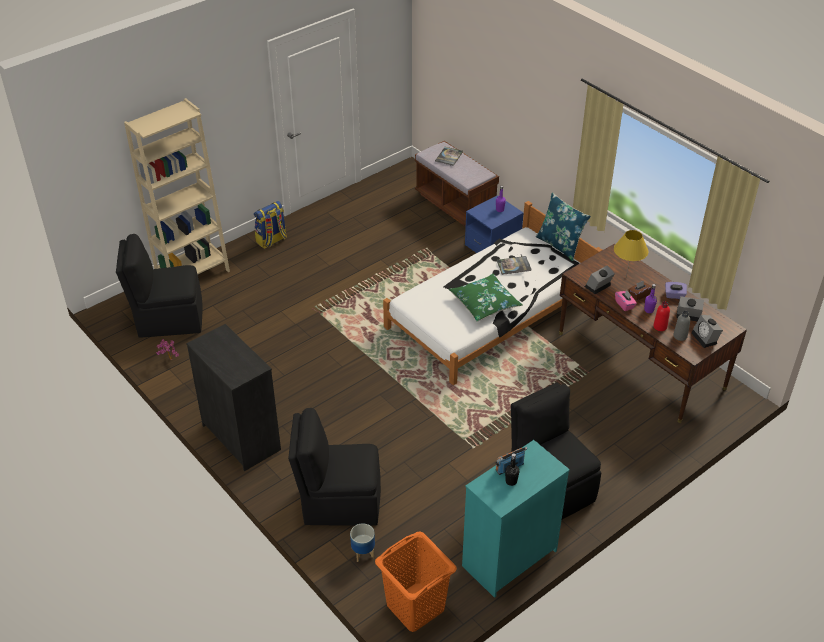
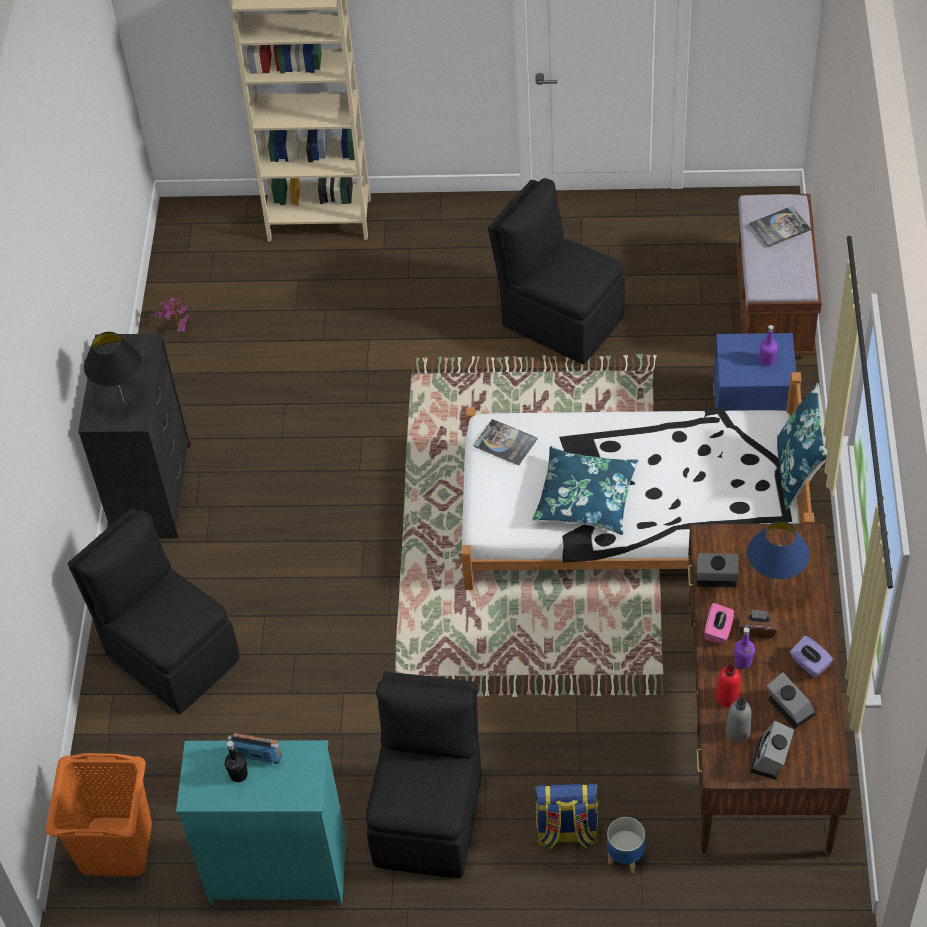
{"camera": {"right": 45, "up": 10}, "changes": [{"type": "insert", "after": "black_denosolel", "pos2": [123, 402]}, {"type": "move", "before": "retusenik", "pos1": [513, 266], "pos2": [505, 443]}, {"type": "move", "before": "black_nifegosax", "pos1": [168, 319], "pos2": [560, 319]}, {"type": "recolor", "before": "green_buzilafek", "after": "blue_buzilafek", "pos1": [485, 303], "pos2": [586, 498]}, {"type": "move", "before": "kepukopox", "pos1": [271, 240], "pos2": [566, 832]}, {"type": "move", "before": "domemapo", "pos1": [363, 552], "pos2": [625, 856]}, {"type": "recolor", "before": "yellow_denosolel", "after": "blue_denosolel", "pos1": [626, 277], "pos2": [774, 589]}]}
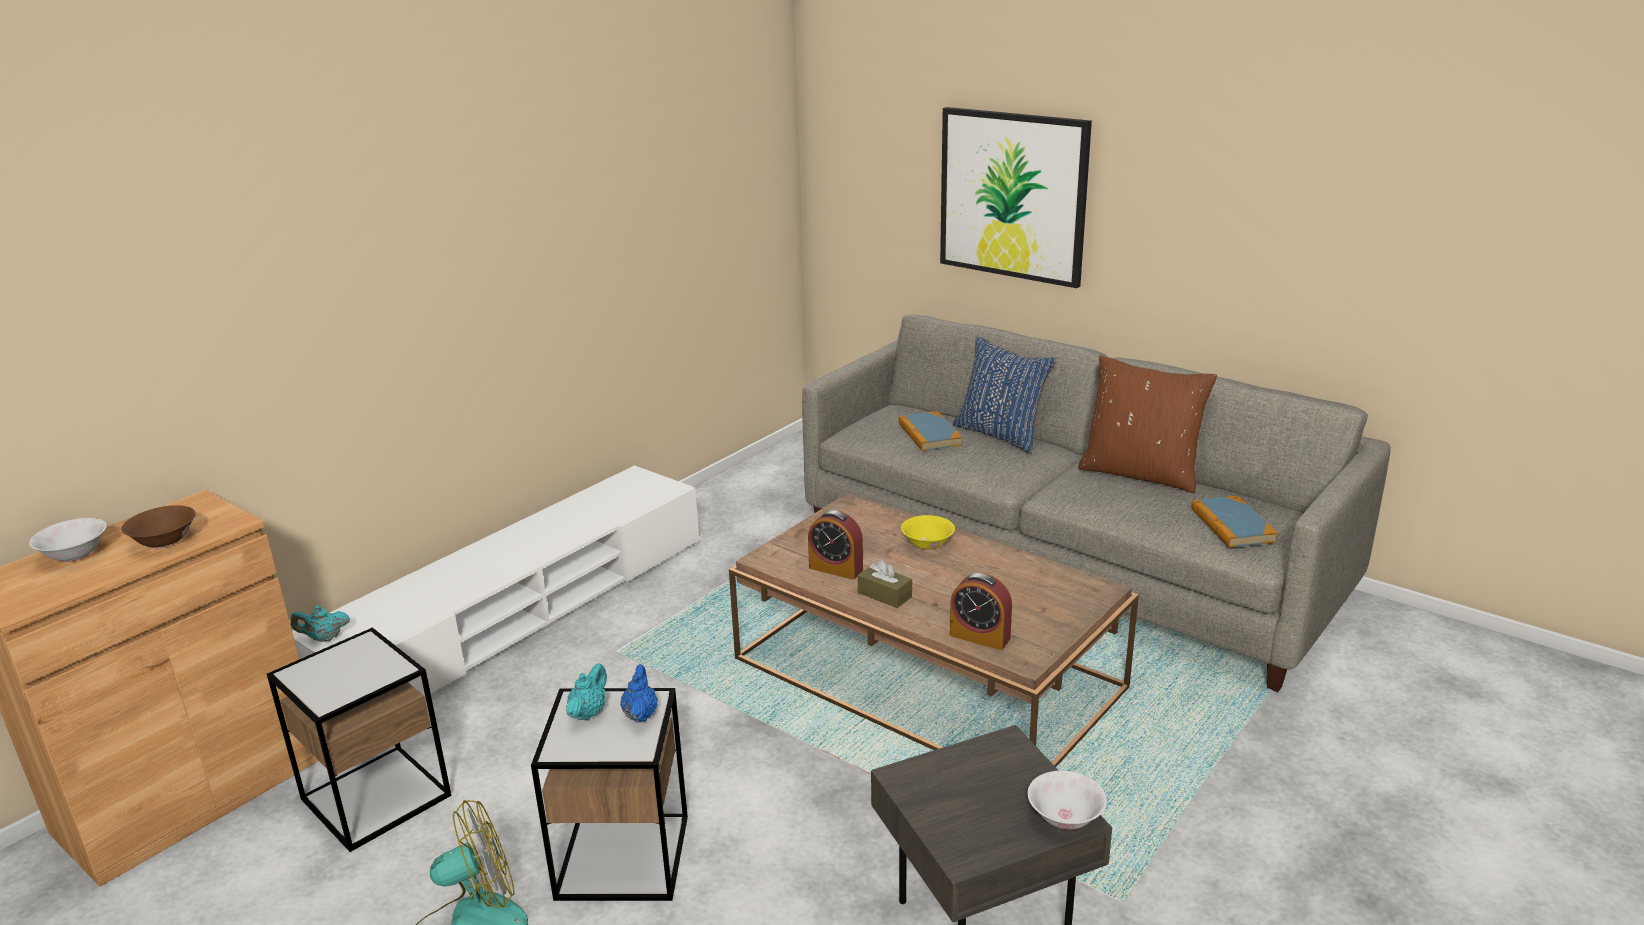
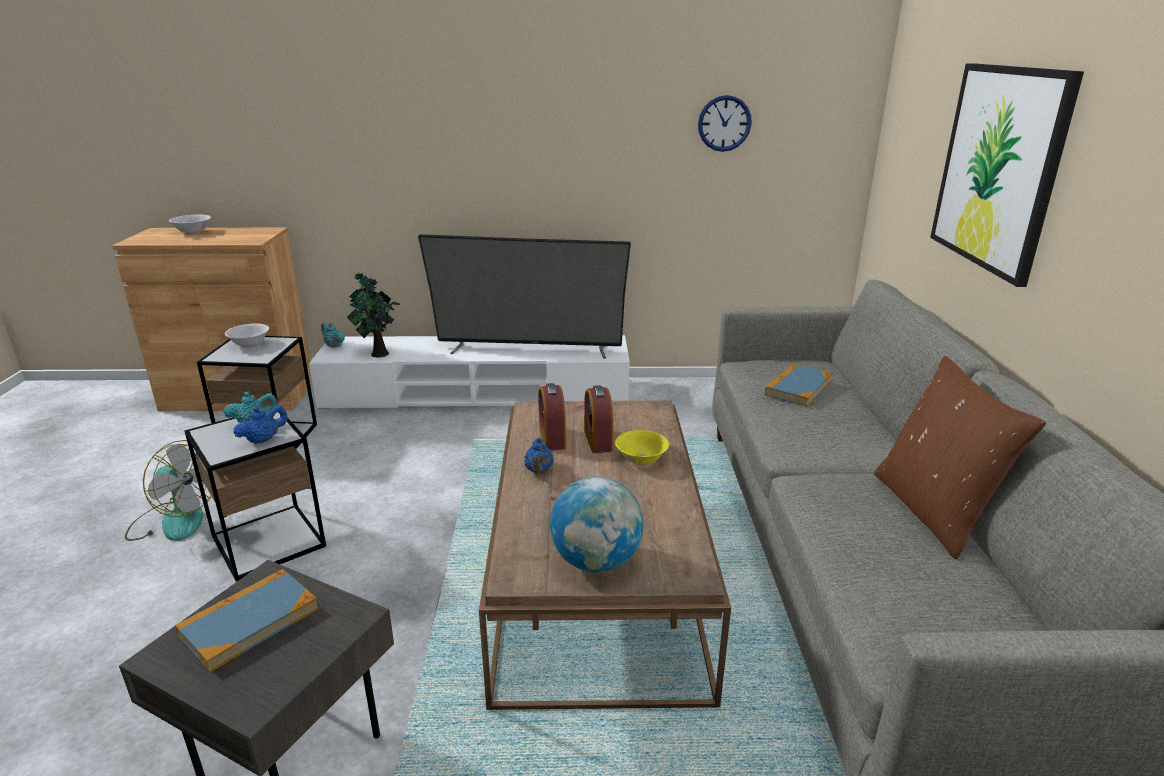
{"camera": {"right": 50, "up": 0}, "changes": [{"type": "move", "before": "retusenik", "pos1": [1232, 525], "pos2": [249, 622]}, {"type": "move", "before": "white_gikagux", "pos1": [1065, 818], "pos2": [250, 344]}, {"type": "insert", "after": "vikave", "pos2": [378, 354]}, {"type": "insert", "after": "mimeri", "pos2": [529, 349]}, {"type": "replace", "before": "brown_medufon", "after": "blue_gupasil", "pos1": [884, 595], "pos2": [539, 471]}, {"type": "insert", "after": "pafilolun", "pos2": [596, 561]}, {"type": "move", "before": "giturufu", "pos1": [980, 636], "pos2": [598, 440]}, {"type": "insert", "after": "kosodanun", "pos2": [724, 123]}, {"type": "delete", "before": "brown_gikagux", "pos1": [165, 542]}, {"type": "delete", "before": "blue_buzilafek", "pos1": [1001, 434]}]}
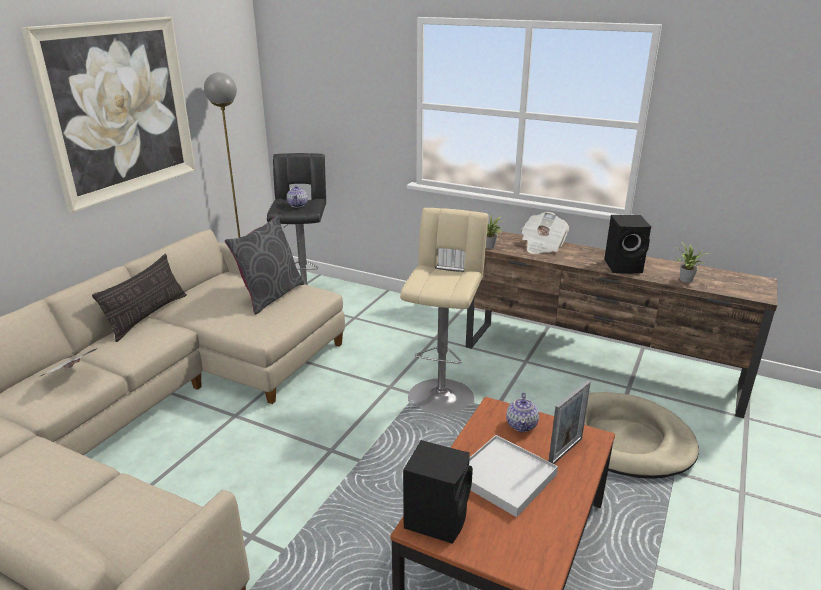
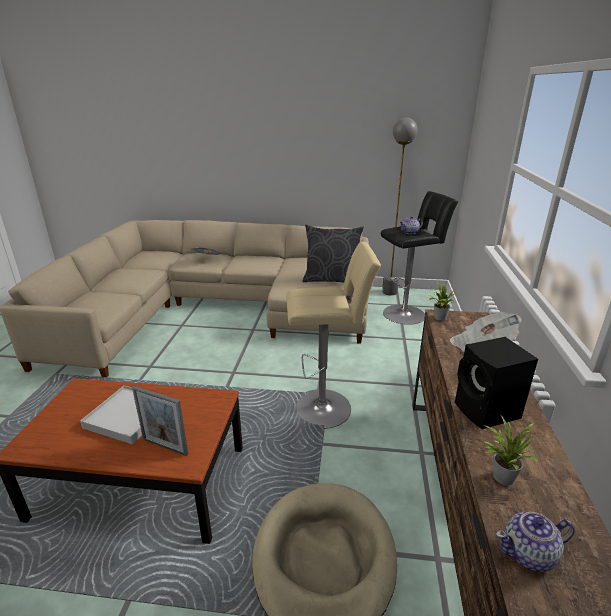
{"camera": {"right": 70, "up": 0}, "changes": [{"type": "move", "before": "gupasil", "pos1": [522, 425], "pos2": [529, 554]}, {"type": "delete", "before": "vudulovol", "pos1": [119, 109]}, {"type": "delete", "before": "buzilafek", "pos1": [148, 316]}, {"type": "delete", "before": "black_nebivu", "pos1": [437, 518]}]}
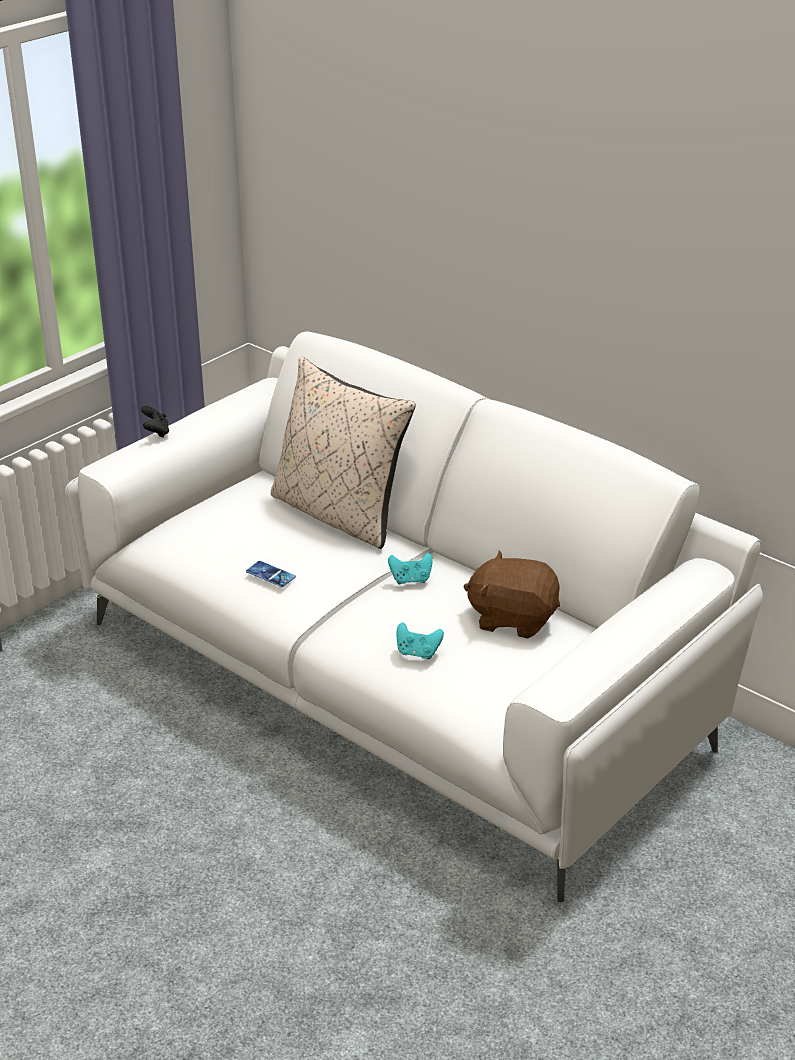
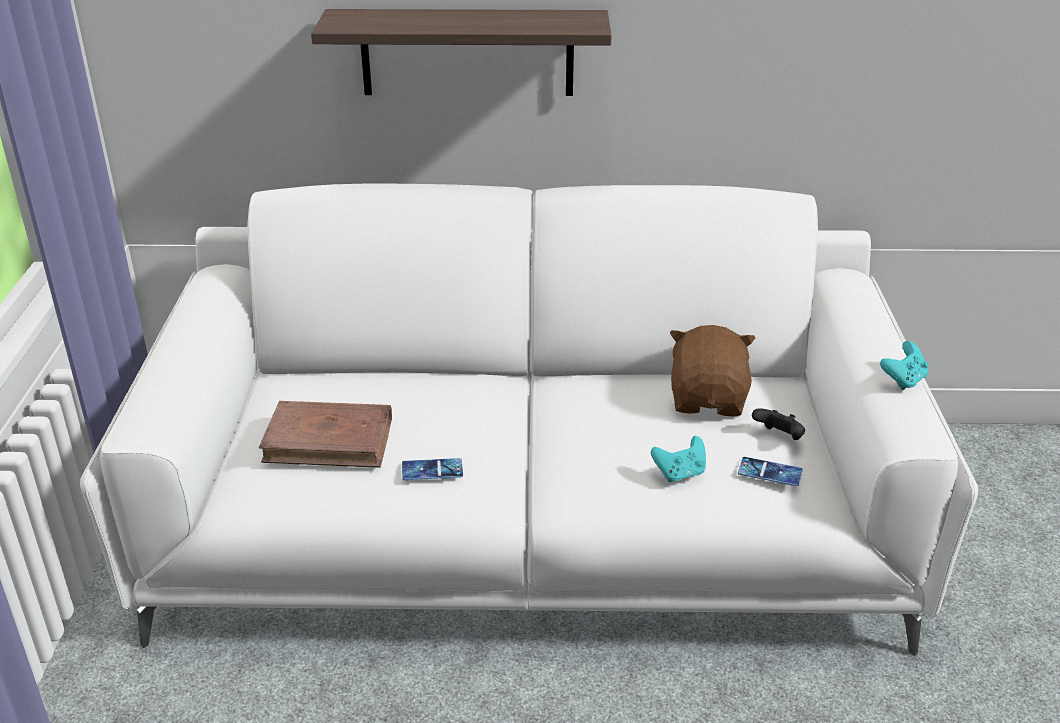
{"camera": {"right": -40, "up": 0}, "changes": [{"type": "insert", "after": "brown_retusenik", "pos2": [329, 440]}, {"type": "insert", "after": "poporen", "pos2": [467, 52]}, {"type": "rotate", "before": "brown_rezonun", "pos1": [513, 618], "pos2": [708, 400], "turn": 120}, {"type": "insert", "after": "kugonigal", "pos2": [770, 472]}, {"type": "move", "before": "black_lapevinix", "pos1": [156, 432], "pos2": [779, 437]}, {"type": "move", "before": "turquoise_lapevinix", "pos1": [411, 580], "pos2": [903, 380]}, {"type": "delete", "before": "beige_buzilafek", "pos1": [339, 514]}]}
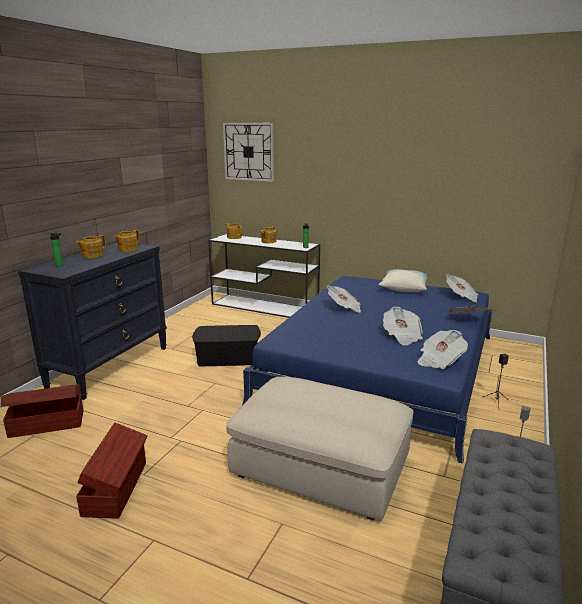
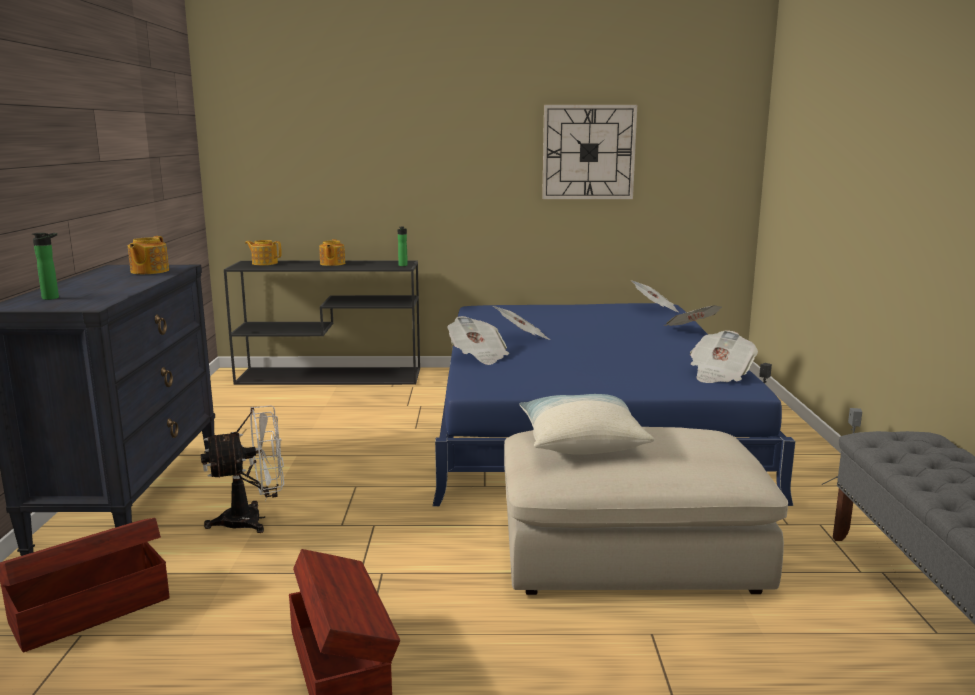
{"camera": {"right": -25, "up": -5}, "changes": [{"type": "insert", "after": "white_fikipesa", "pos2": [253, 520]}, {"type": "recolor", "before": "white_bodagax", "after": "black_bodagax", "pos1": [265, 307], "pos2": [331, 376]}, {"type": "move", "before": "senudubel", "pos1": [402, 336], "pos2": [478, 356]}, {"type": "move", "before": "buzilafek", "pos1": [404, 288], "pos2": [581, 442]}, {"type": "move", "before": "kosodanun", "pos1": [249, 152], "pos2": [588, 152]}, {"type": "delete", "before": "gupasil", "pos1": [92, 255]}, {"type": "delete", "before": "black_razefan", "pos1": [227, 358]}]}
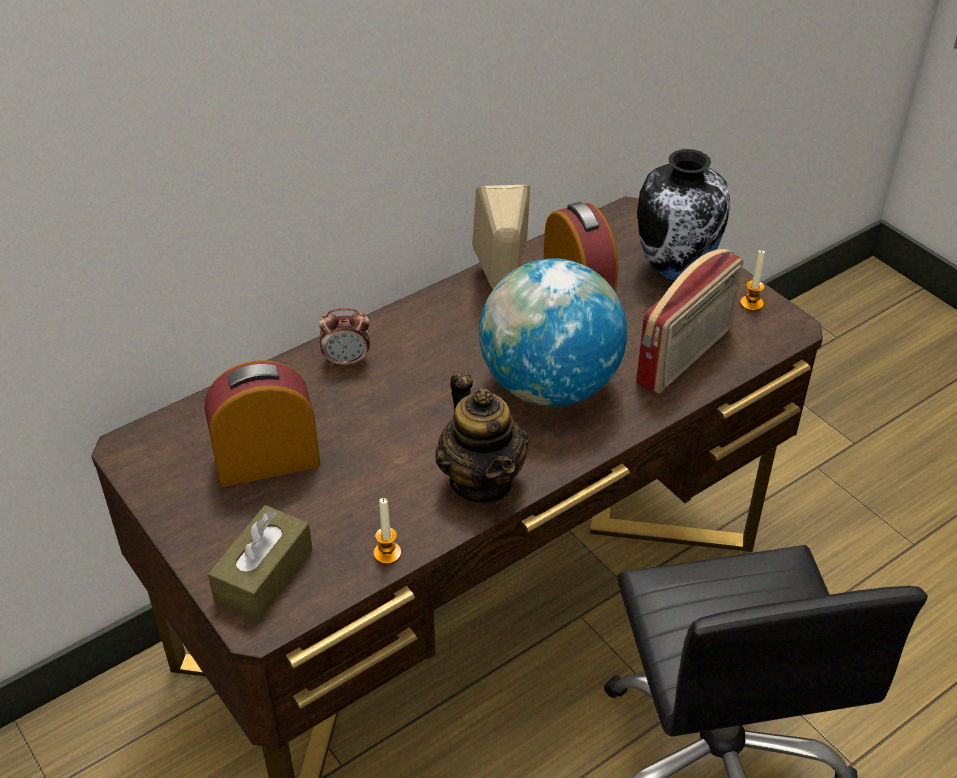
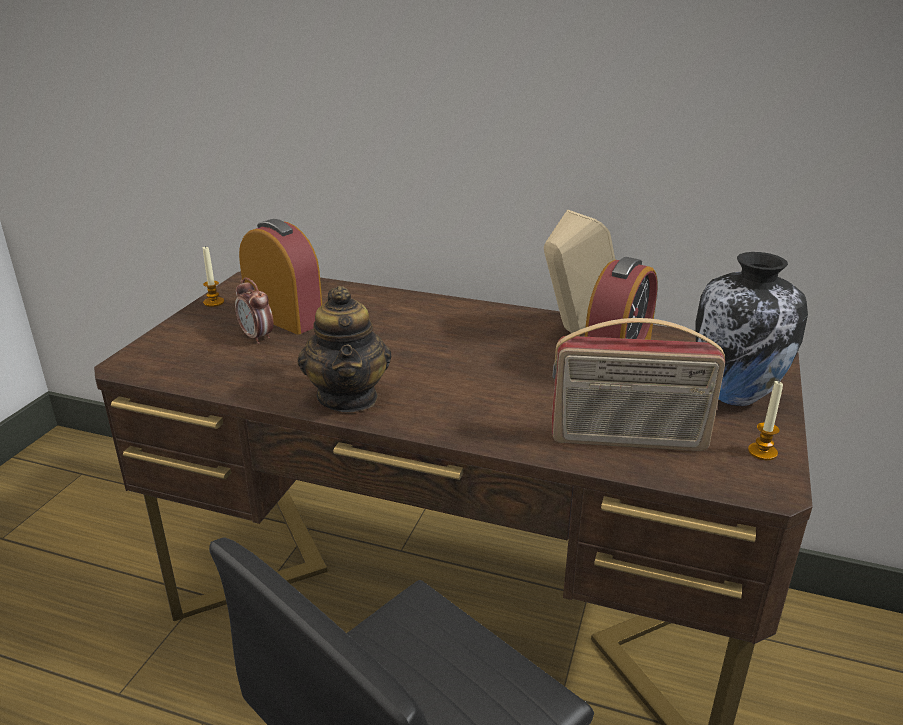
{"camera": {"right": 55, "up": -15}, "changes": [{"type": "move", "before": "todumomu", "pos1": [387, 553], "pos2": [214, 302]}, {"type": "move", "before": "giturufu", "pos1": [347, 361], "pos2": [257, 337]}, {"type": "rotate", "before": "gupasil", "pos1": [482, 481], "pos2": [348, 397], "turn": -45}, {"type": "delete", "before": "brown_medufon", "pos1": [264, 575]}, {"type": "delete", "before": "pafilolun", "pos1": [549, 385]}]}
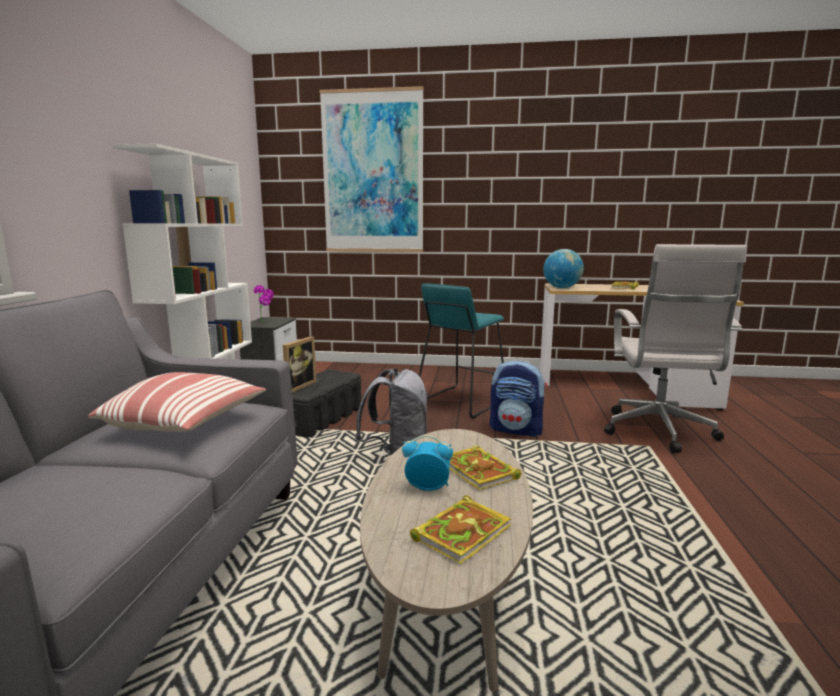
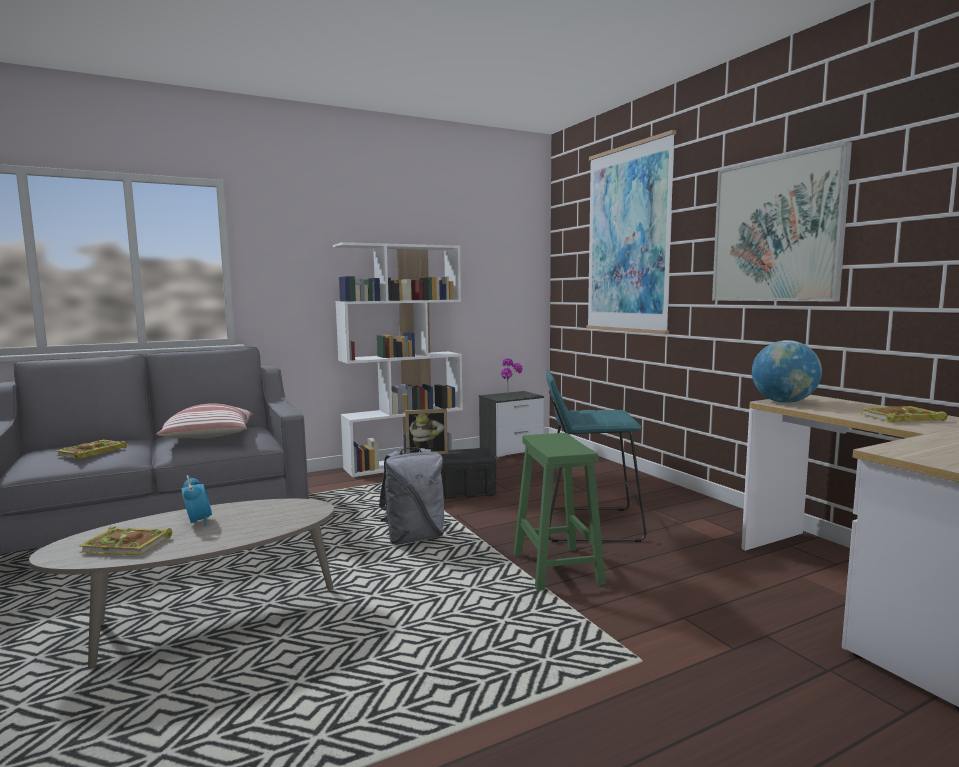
{"camera": {"right": 55, "up": -5}, "changes": [{"type": "move", "before": "retusenik", "pos1": [480, 472], "pos2": [91, 453]}, {"type": "replace", "before": "kepukopox", "after": "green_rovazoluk", "pos1": [517, 430], "pos2": [557, 569]}, {"type": "insert", "after": "vudulovol", "pos2": [776, 230]}, {"type": "delete", "before": "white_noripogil", "pos1": [659, 433]}]}
